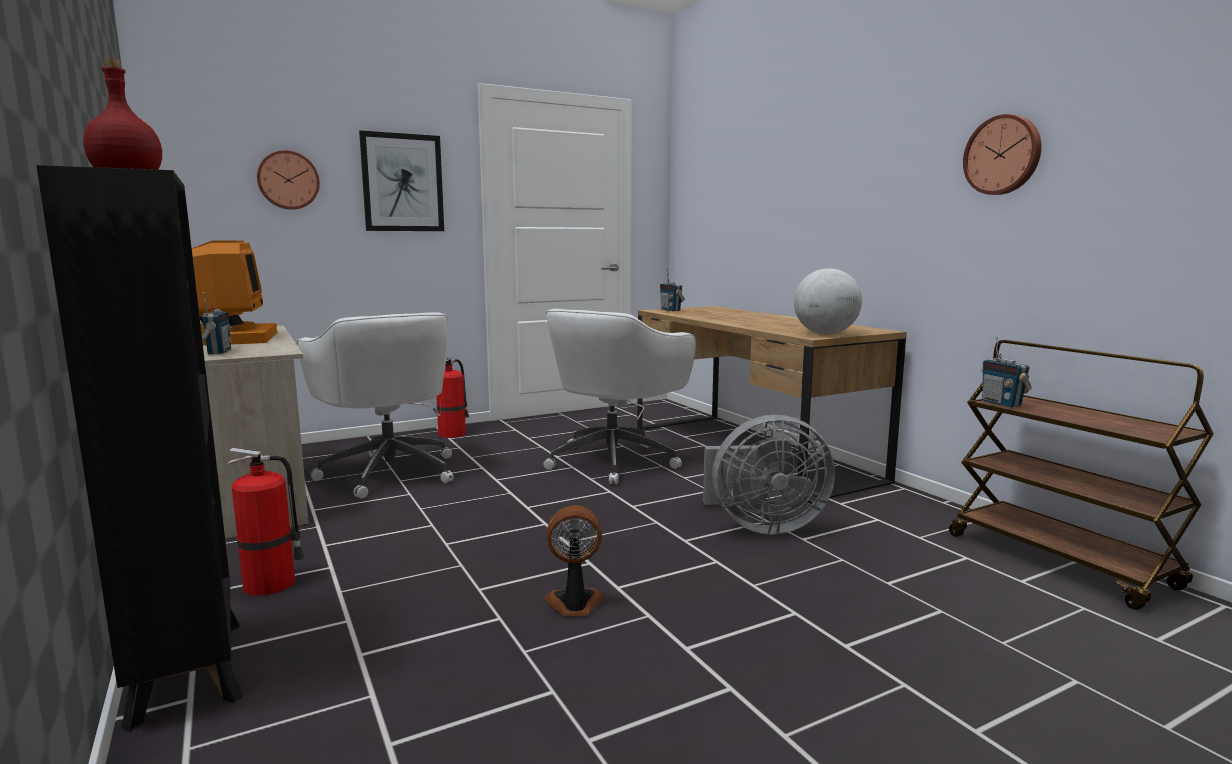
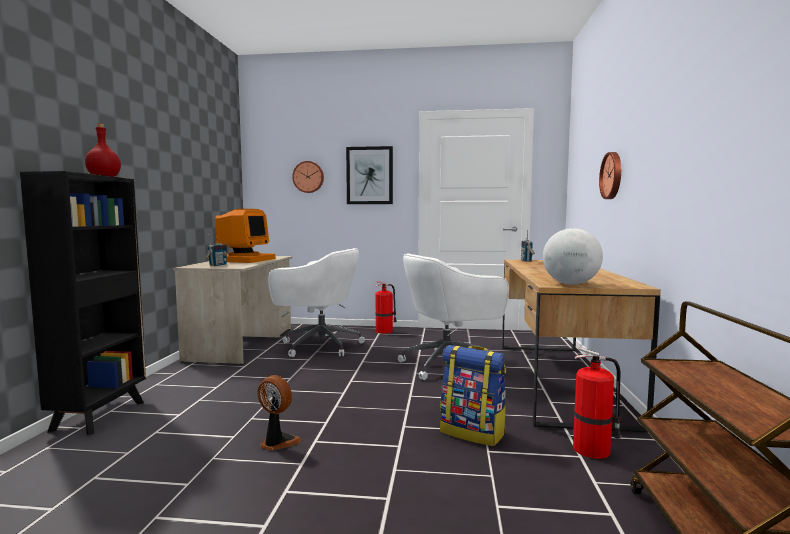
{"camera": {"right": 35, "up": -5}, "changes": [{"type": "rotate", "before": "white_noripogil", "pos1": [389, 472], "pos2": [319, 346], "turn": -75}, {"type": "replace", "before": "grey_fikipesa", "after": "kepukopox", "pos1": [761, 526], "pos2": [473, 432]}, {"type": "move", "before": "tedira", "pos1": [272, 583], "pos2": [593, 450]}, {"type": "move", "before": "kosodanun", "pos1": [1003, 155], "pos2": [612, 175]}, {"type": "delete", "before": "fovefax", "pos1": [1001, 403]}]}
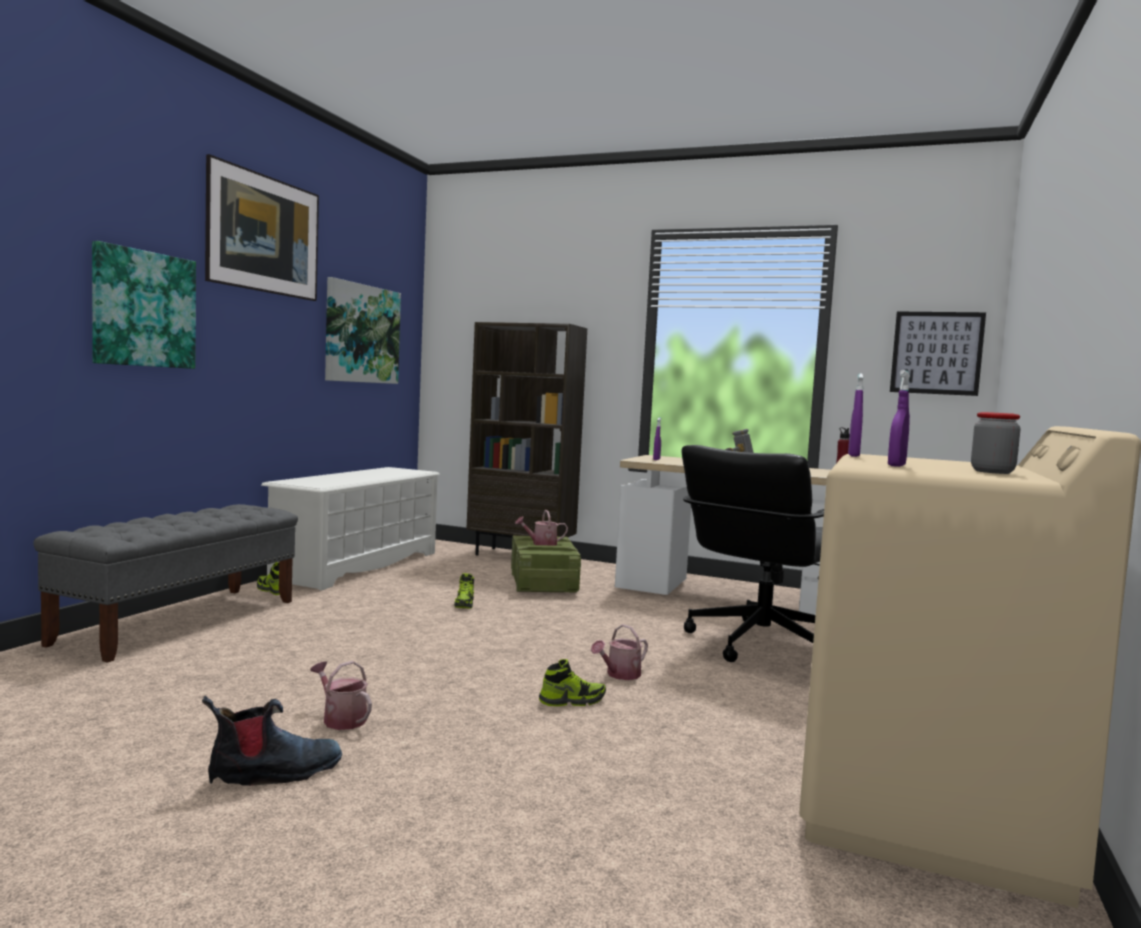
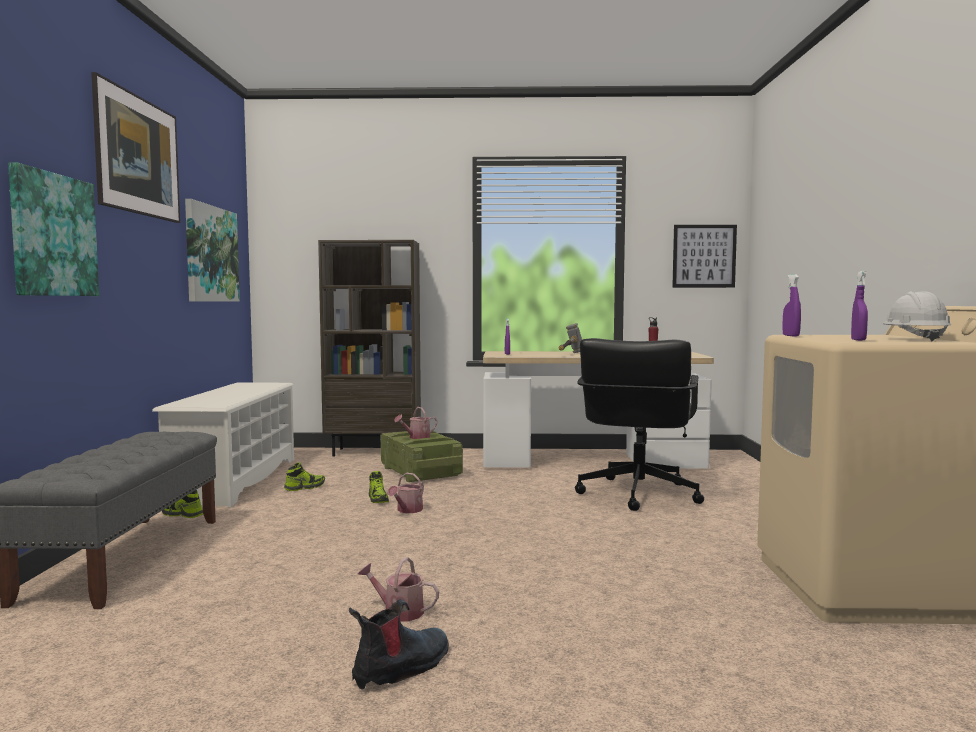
{"camera": {"right": -20, "up": 0}, "changes": [{"type": "move", "before": "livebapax", "pos1": [572, 701], "pos2": [305, 487]}, {"type": "move", "before": "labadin", "pos1": [620, 675], "pos2": [407, 510]}, {"type": "replace", "before": "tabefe", "after": "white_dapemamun", "pos1": [992, 472], "pos2": [914, 339]}]}
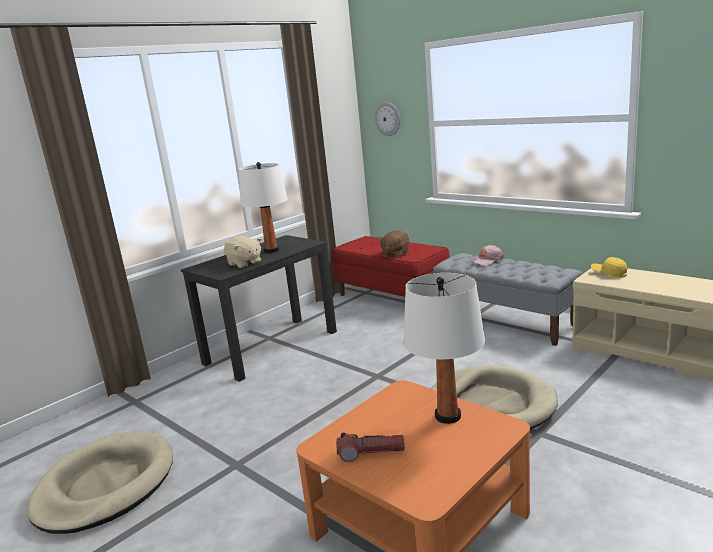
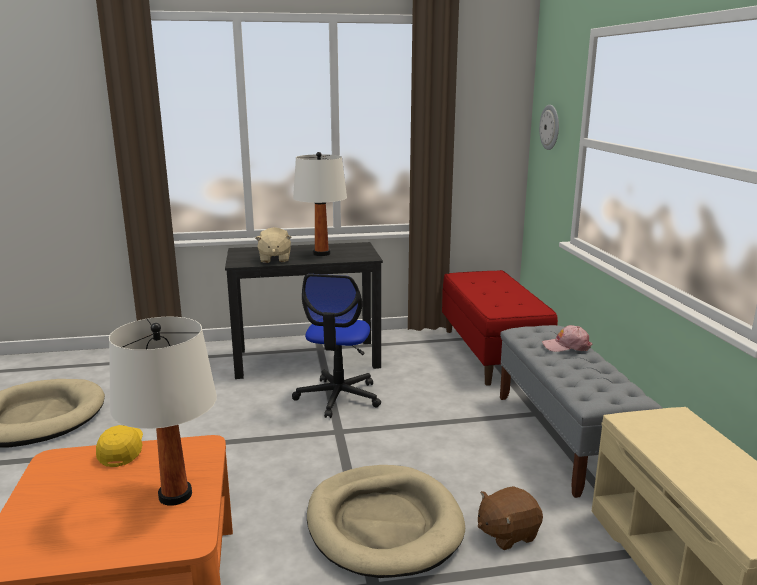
{"camera": {"right": 35, "up": 0}, "changes": [{"type": "move", "before": "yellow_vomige", "pos1": [609, 273], "pos2": [122, 451]}, {"type": "insert", "after": "noripogil", "pos2": [338, 397]}, {"type": "move", "before": "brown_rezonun", "pos1": [395, 254], "pos2": [507, 533]}, {"type": "delete", "before": "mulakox", "pos1": [371, 453]}]}
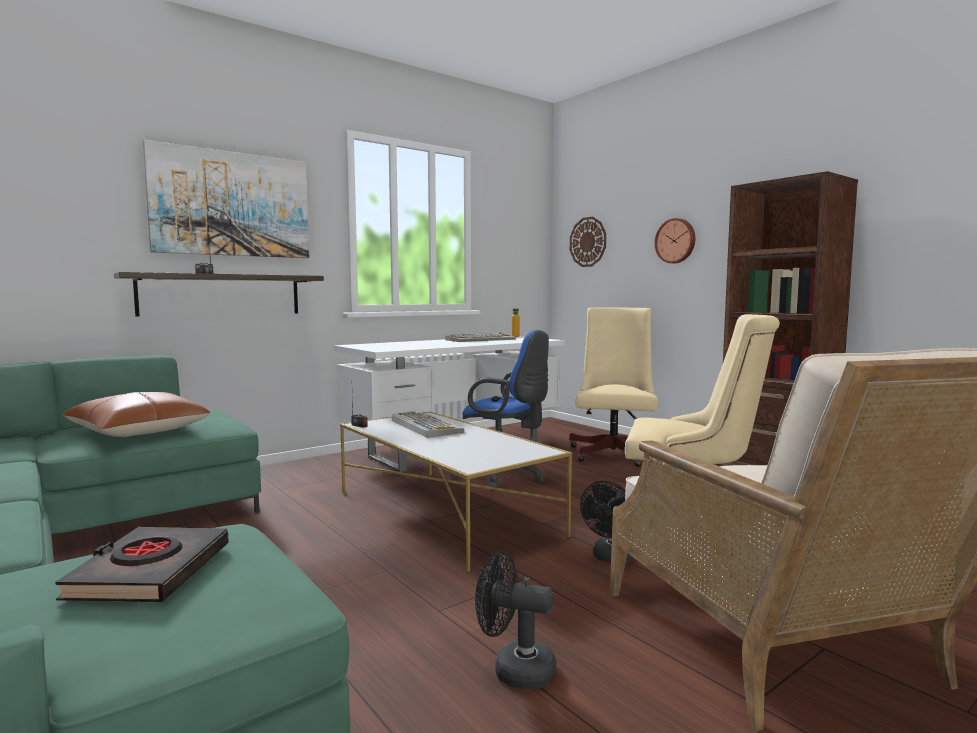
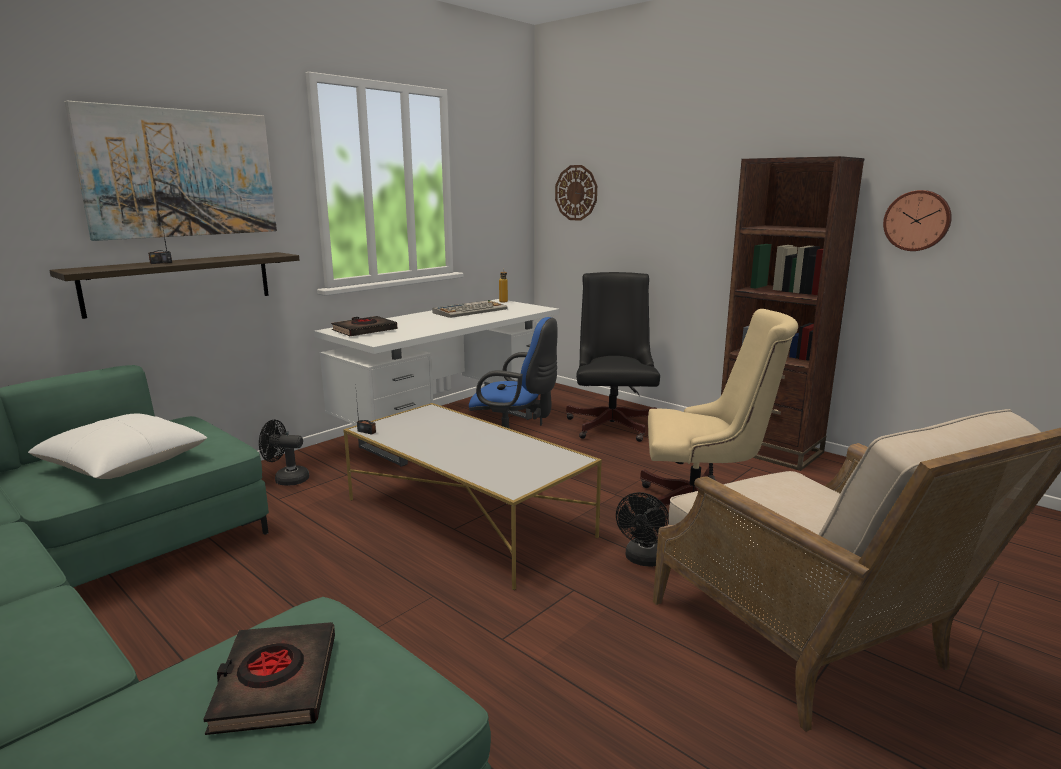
{"camera": {"right": -10, "up": 10}, "changes": [{"type": "recolor", "before": "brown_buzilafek", "after": "white_buzilafek", "pos1": [138, 431], "pos2": [124, 464]}, {"type": "move", "before": "black_fikipesa", "pos1": [514, 670], "pos2": [286, 479]}, {"type": "insert", "after": "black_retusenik", "pos2": [364, 330]}, {"type": "recolor", "before": "beige_noripogil", "after": "black_noripogil", "pos1": [615, 452], "pos2": [612, 424]}, {"type": "move", "before": "kosodanun", "pos1": [676, 241], "pos2": [917, 220]}, {"type": "delete", "before": "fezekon", "pos1": [425, 426]}]}
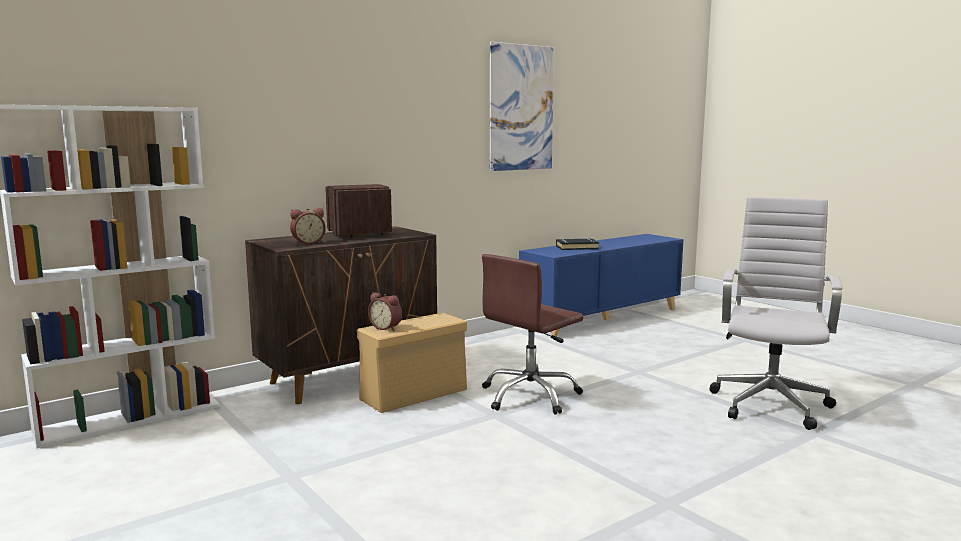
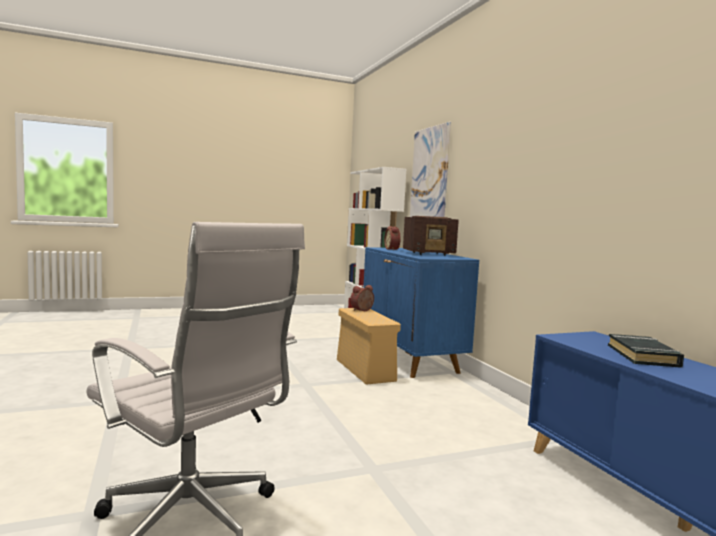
{"camera": {"right": 105, "up": -5}, "changes": [{"type": "recolor", "before": "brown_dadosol", "after": "blue_dadosol", "pos1": [349, 378], "pos2": [411, 359]}, {"type": "move", "before": "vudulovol", "pos1": [521, 108], "pos2": [429, 179]}, {"type": "delete", "before": "brown_noripogil", "pos1": [530, 396]}]}
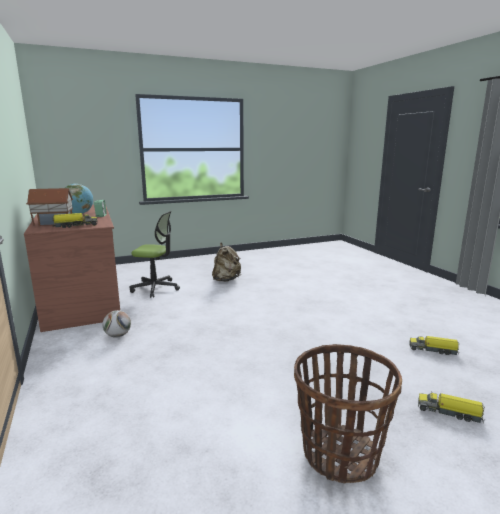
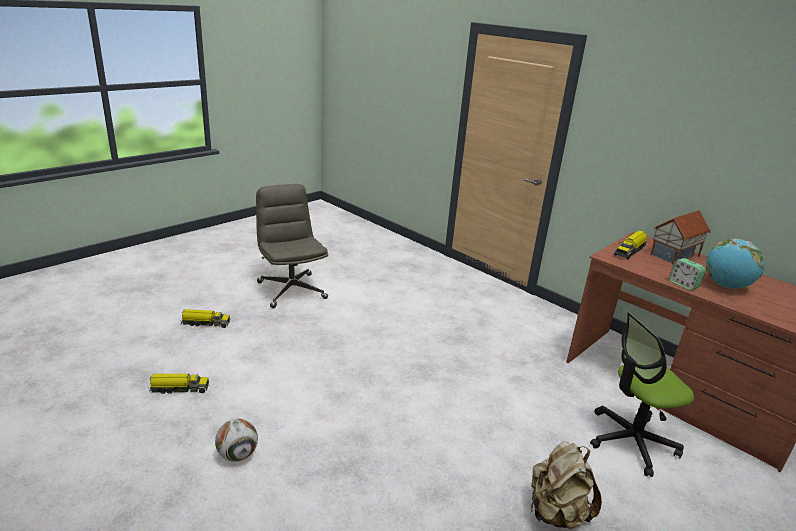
{"camera": {"right": 155, "up": 10}, "changes": [{"type": "move", "before": "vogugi", "pos1": [118, 335], "pos2": [238, 455]}, {"type": "replace", "before": "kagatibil", "after": "grey_noripogil", "pos1": [339, 454], "pos2": [291, 290]}]}
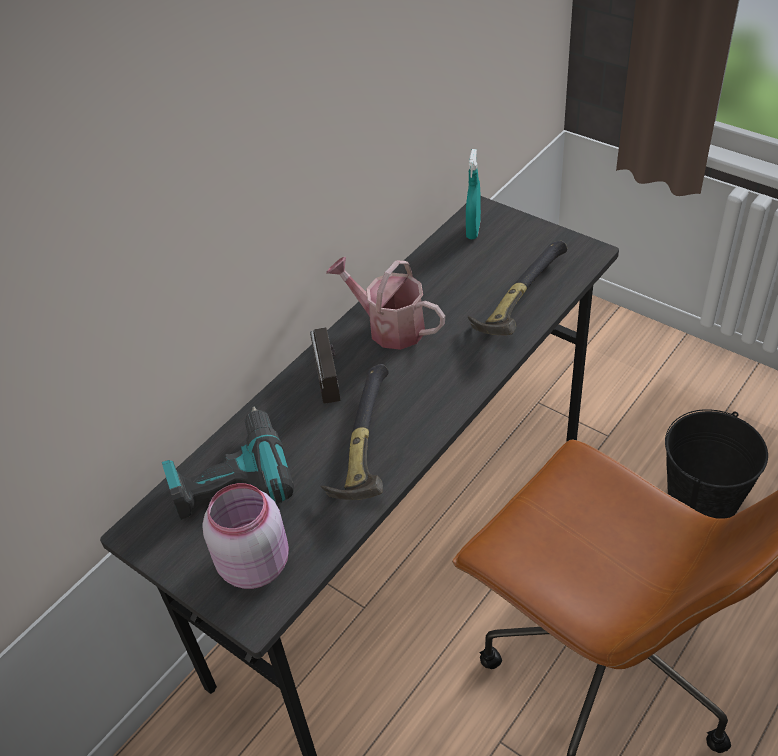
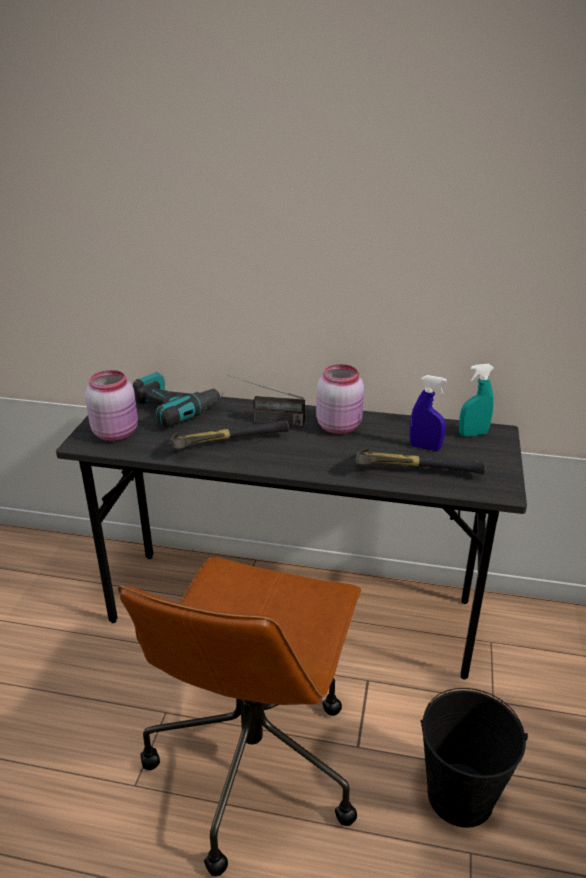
{"camera": {"right": 60, "up": -15}, "changes": [{"type": "rotate", "before": "fovefax", "pos1": [332, 390], "pos2": [265, 421], "turn": 45}, {"type": "replace", "before": "labadin", "after": "pink_tabefe", "pos1": [389, 326], "pos2": [340, 426]}, {"type": "insert", "after": "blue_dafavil", "pos2": [425, 447]}]}
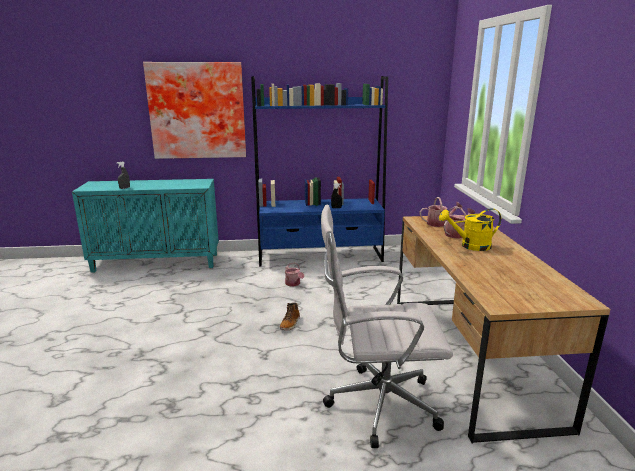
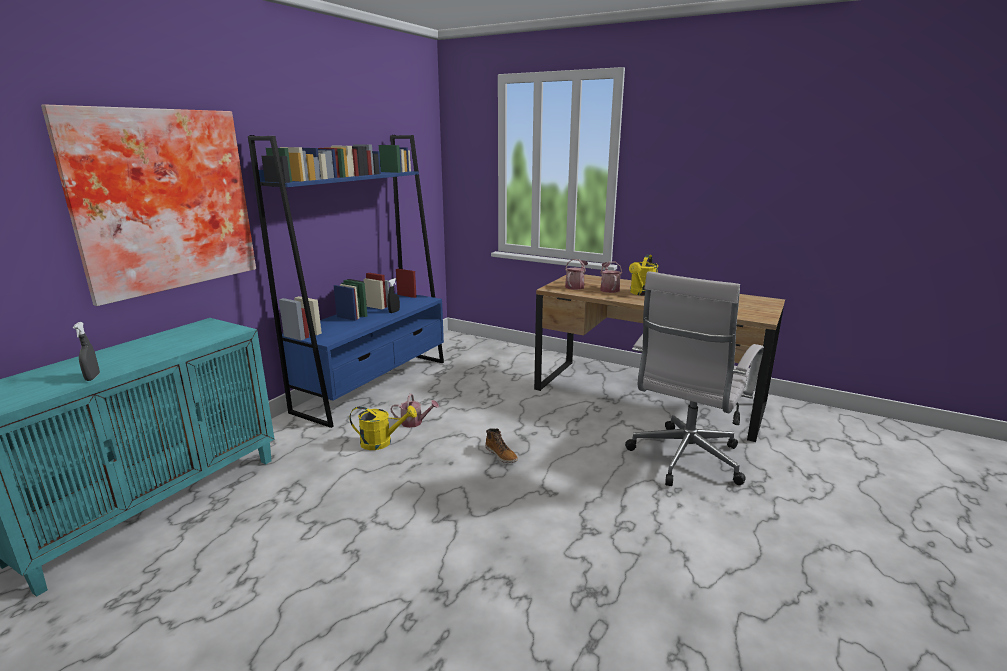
{"camera": {"right": -55, "up": 0}, "changes": [{"type": "insert", "after": "yellow_labadin", "pos2": [382, 442]}]}
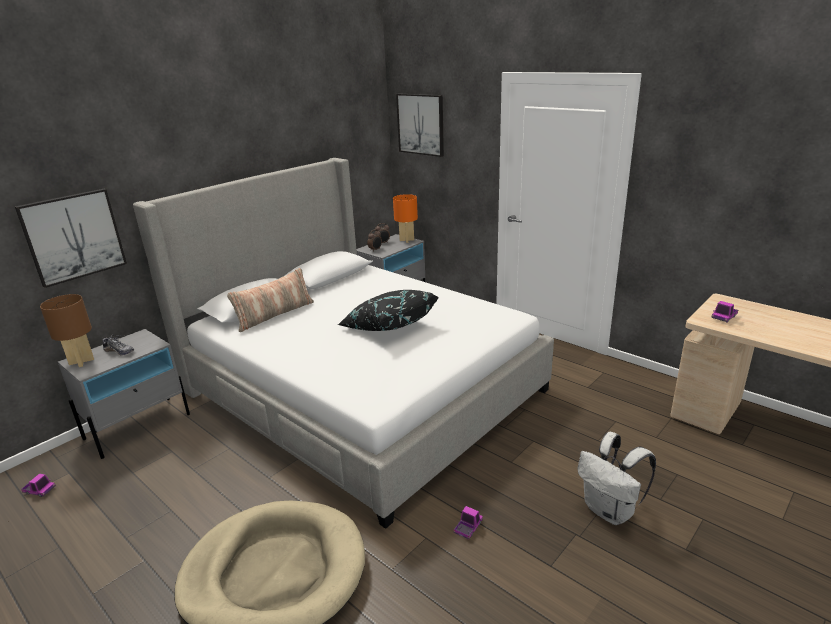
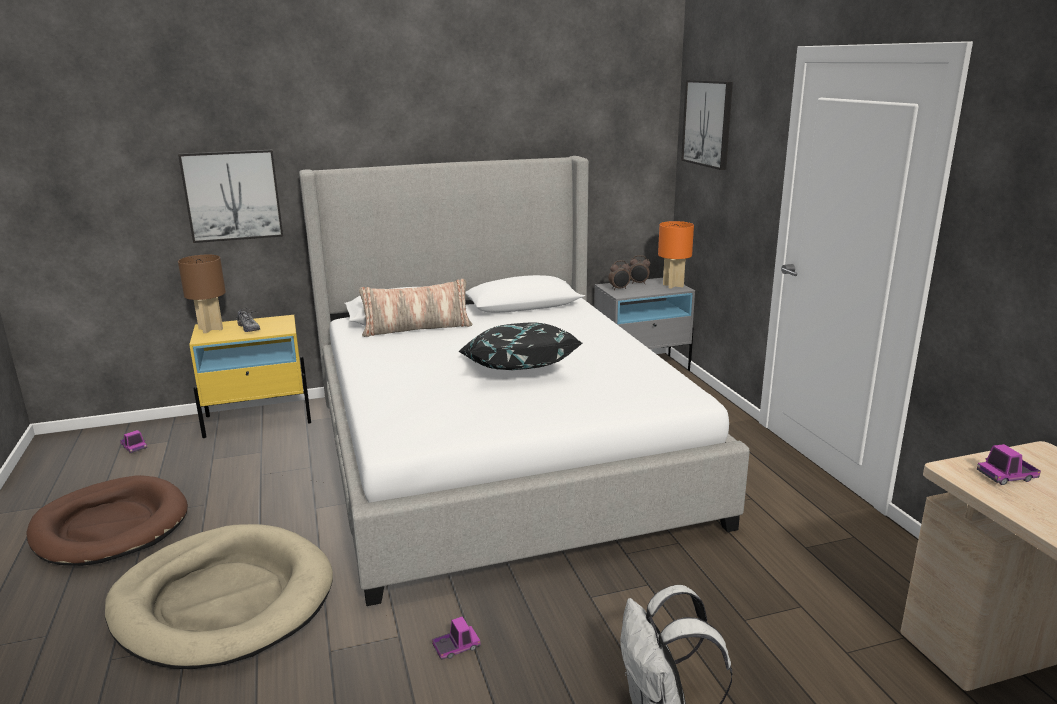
{"camera": {"right": 30, "up": -5}, "changes": [{"type": "insert", "after": "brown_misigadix", "pos2": [111, 526]}, {"type": "recolor", "before": "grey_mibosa", "after": "yellow_mibosa", "pos1": [138, 426], "pos2": [258, 419]}]}
